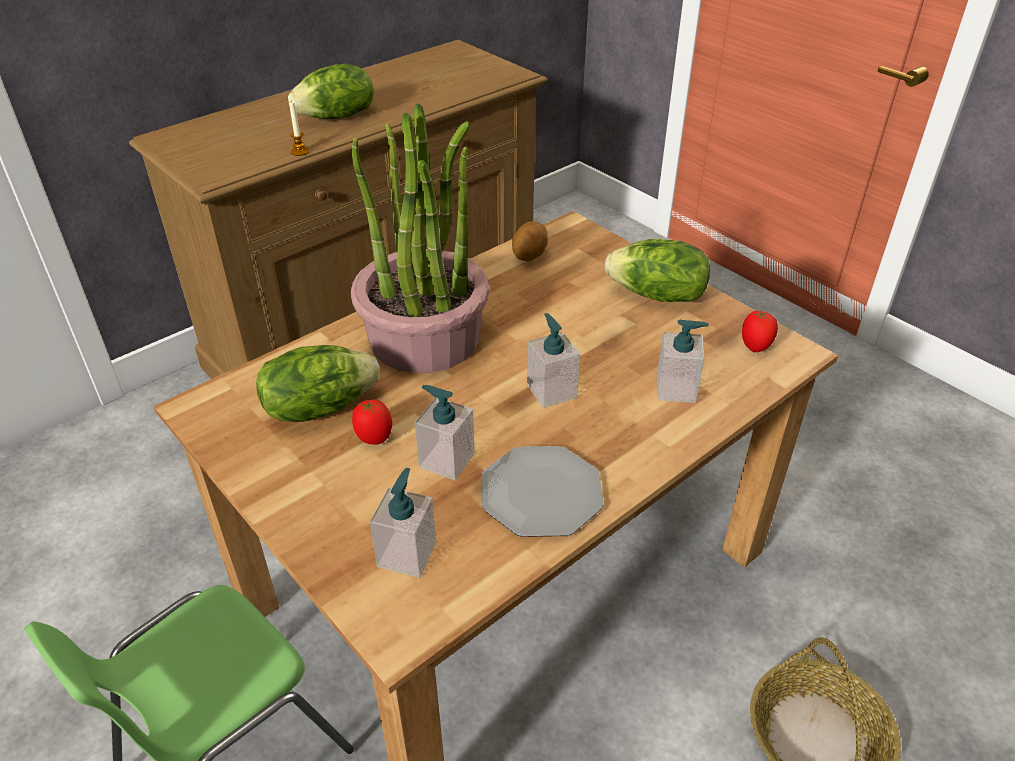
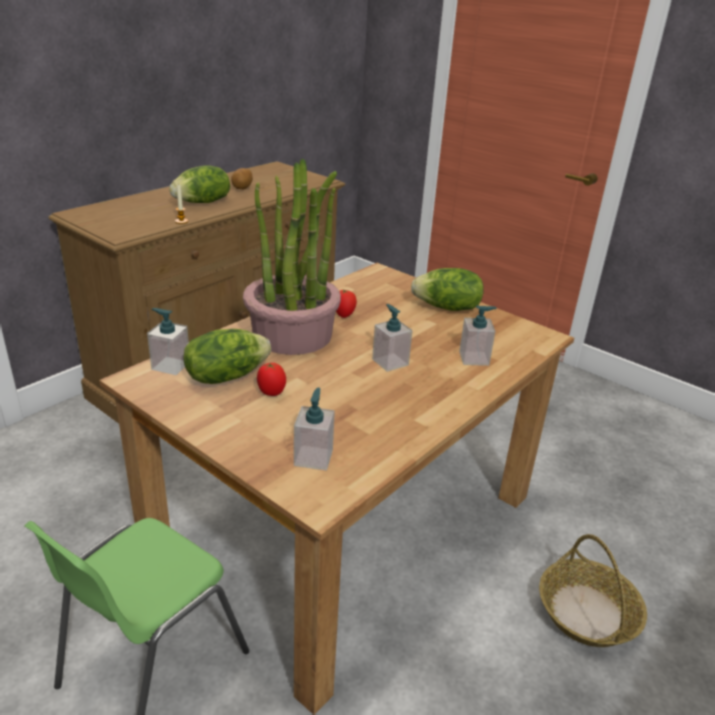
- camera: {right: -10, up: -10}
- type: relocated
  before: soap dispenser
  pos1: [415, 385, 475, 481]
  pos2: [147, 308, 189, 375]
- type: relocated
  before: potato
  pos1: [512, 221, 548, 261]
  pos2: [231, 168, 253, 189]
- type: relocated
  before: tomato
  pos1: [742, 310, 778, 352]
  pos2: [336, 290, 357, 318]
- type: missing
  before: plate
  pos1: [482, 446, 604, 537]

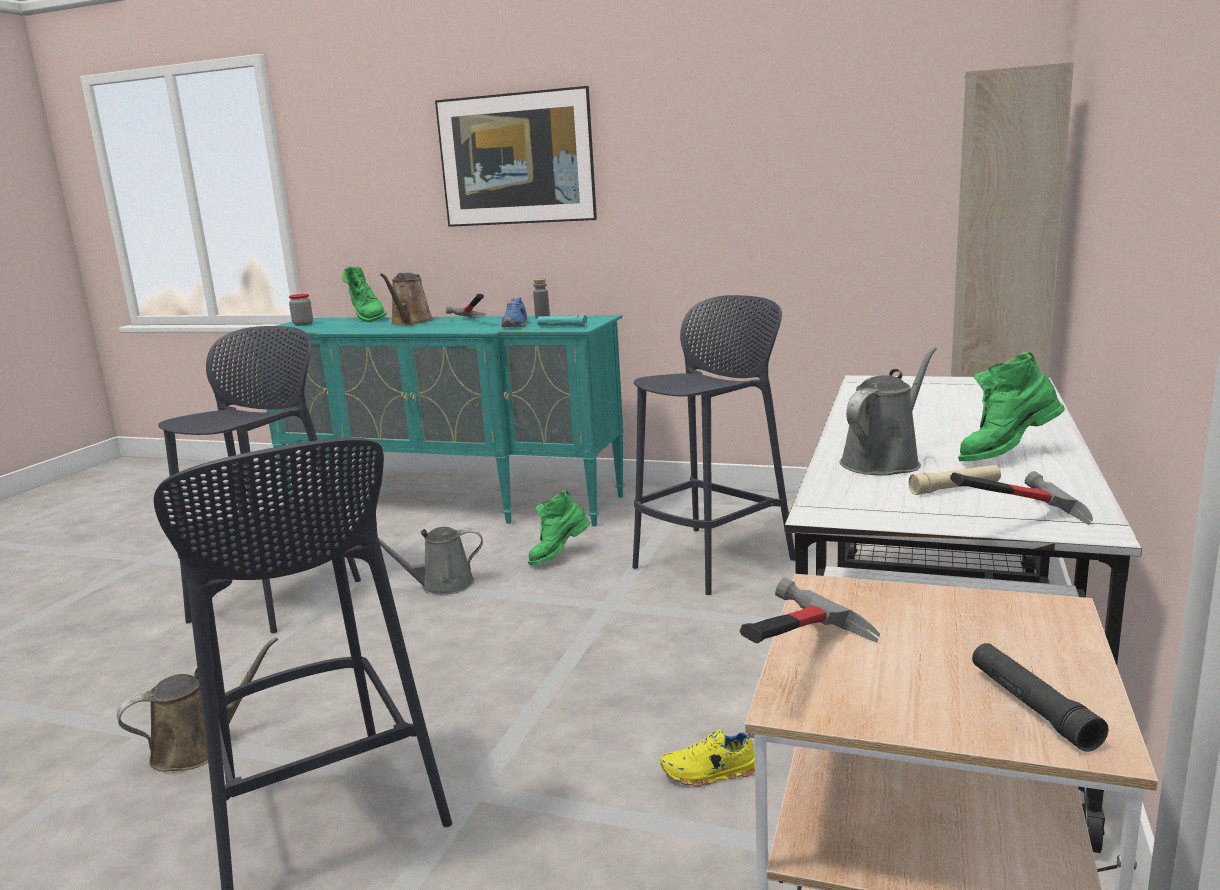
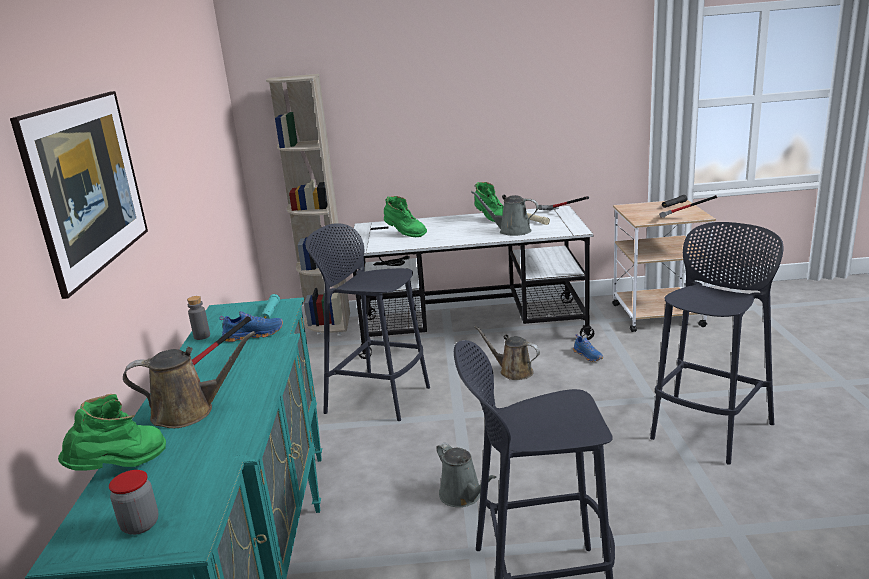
- camera: {right: -110, up: 5}
- type: relocated
  before: greenish high-top boot
  pos1: [528, 490, 591, 565]
  pos2: [384, 196, 427, 237]
- type: relocated
  before: brown watering pot
  pos1: [117, 637, 278, 772]
  pos2: [474, 326, 540, 380]
- type: colour
  before: yellow-coloured low shoe
  after: bluish low shoe
  pos1: [660, 729, 755, 787]
  pos2: [573, 334, 603, 362]

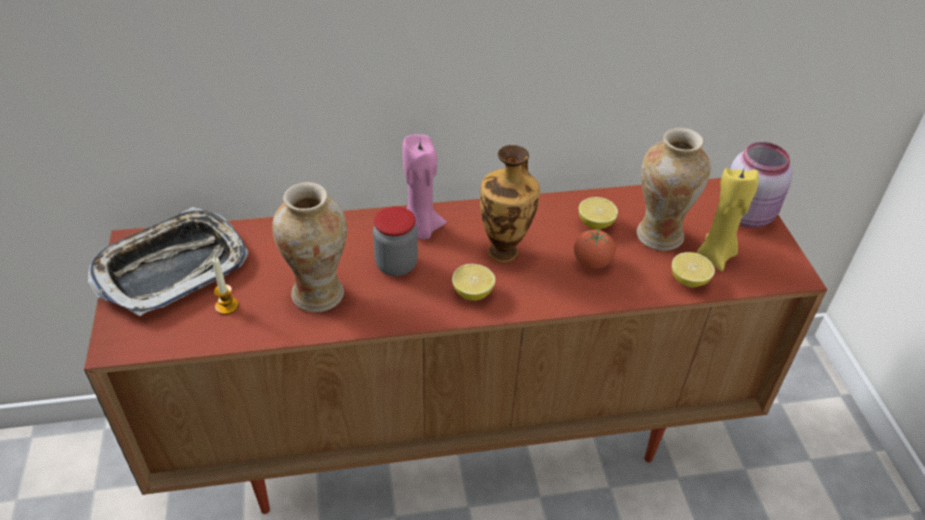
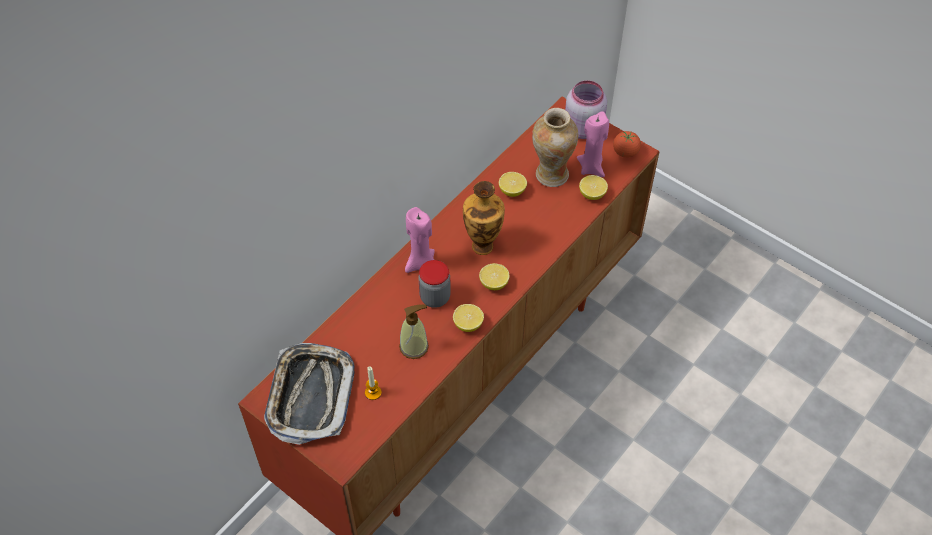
- camera: {right: -40, up: 10}
- type: exchanged
  before: flower vase
  after: soap dispenser
  pos1: [272, 182, 347, 312]
  pos2: [399, 304, 429, 359]
- type: appeared
  after: lemon
  pos2: [453, 304, 484, 332]
- type: colour
  before: yellow-coloured wax candle
  after: pink-coloured wax candle
  pos1: [696, 168, 759, 271]
  pos2: [577, 111, 609, 177]
- type: relocated
  before: tomato
  pos1: [574, 229, 616, 269]
  pos2: [613, 131, 641, 158]

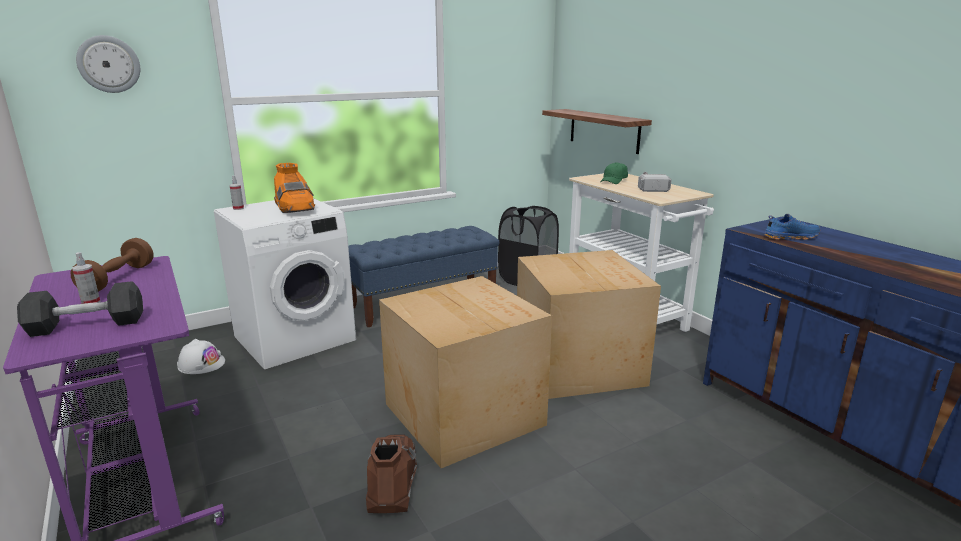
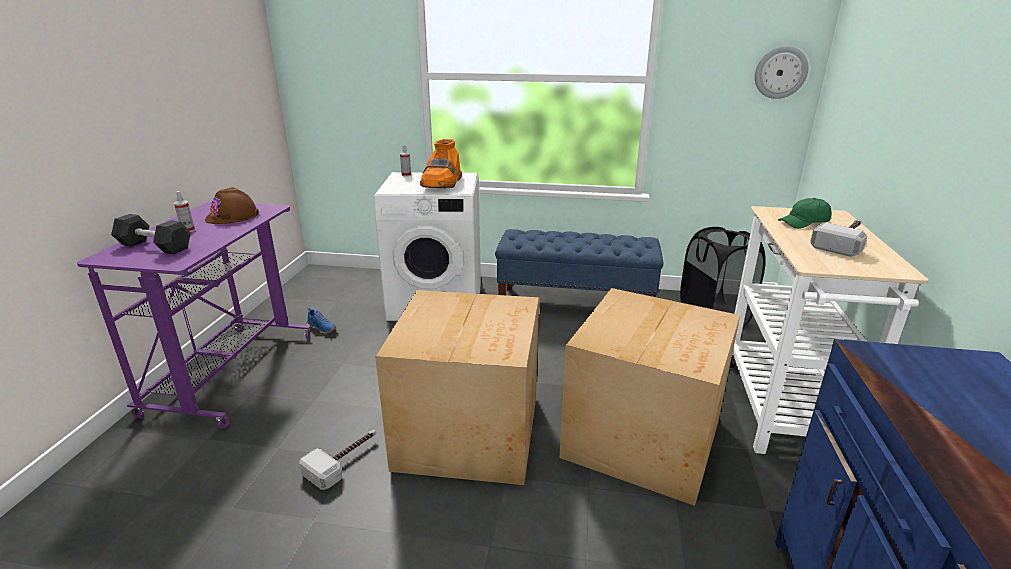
- camera: {right: 40, up: 5}
- type: exchanged
  before: brown dumbbell
  after: brown work helmet
  pos1: [70, 238, 153, 292]
  pos2: [205, 187, 259, 224]
- type: exchanged
  before: brown high-top boot
  after: hammer
  pos1: [366, 434, 417, 513]
  pos2: [299, 430, 376, 490]
- type: relocated
  before: bluish low shoe
  pos1: [764, 214, 820, 240]
  pos2: [307, 308, 337, 334]
- type: relocated
  before: clock on the wall
  pos1: [76, 35, 140, 93]
  pos2: [755, 46, 809, 99]
- type: missing
  before: white-coloured work helmet
  pos1: [177, 339, 225, 374]
- type: missing
  before: shelf
  pos1: [542, 109, 652, 154]

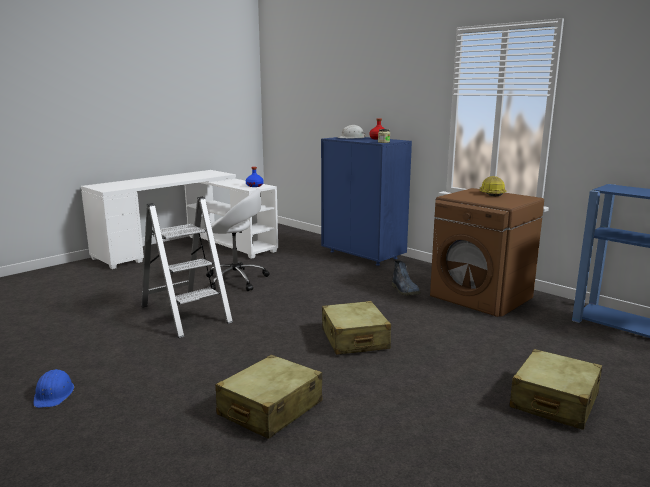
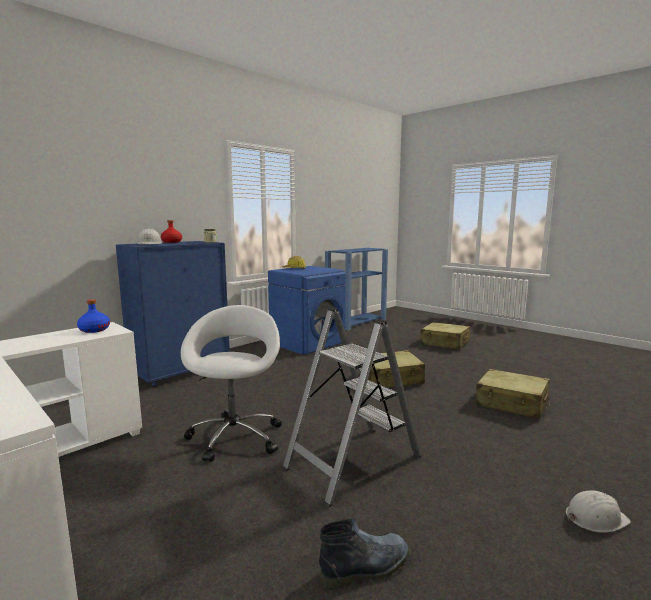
- camera: {right: -90, up: -5}
- type: colour
  before: brown washing machine
  after: bluish washing machine
  pos1: [430, 188, 544, 317]
  pos2: [268, 266, 346, 355]
- type: relocated
  before: high-top boot
  pos1: [392, 260, 421, 295]
  pos2: [319, 518, 411, 589]
- type: colour
  before: bluish work helmet
  after: white-coloured work helmet
  pos1: [34, 369, 74, 408]
  pos2: [566, 490, 631, 533]

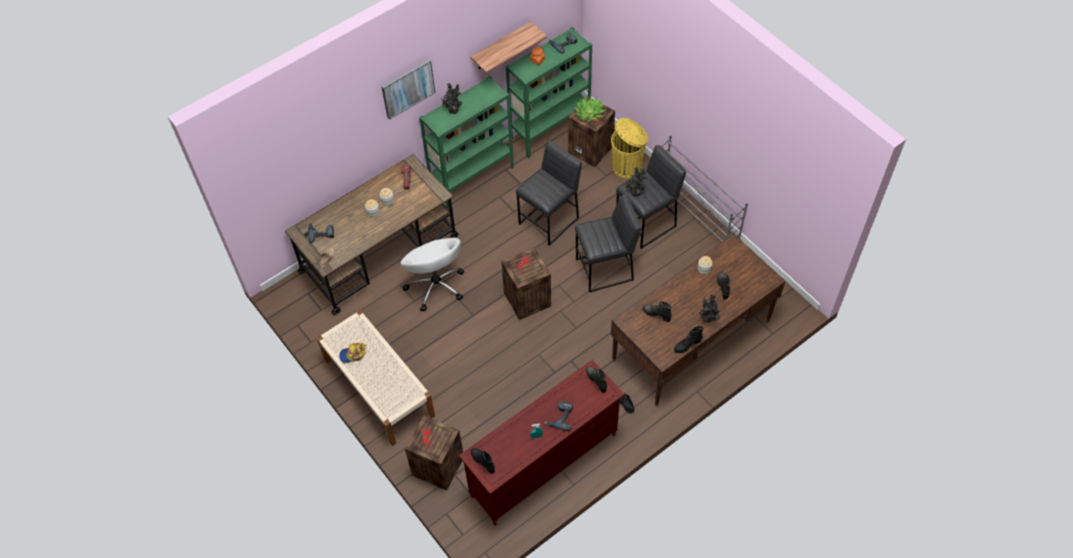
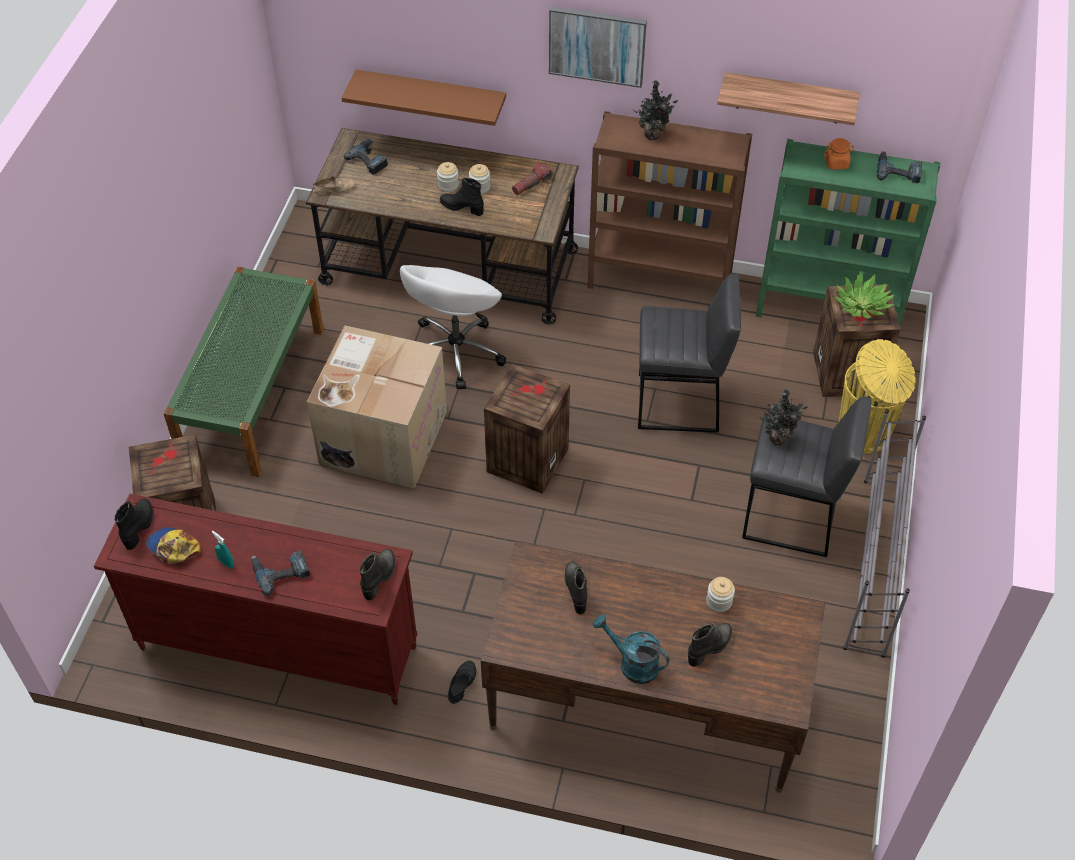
- camera: {right: 50, up: -5}
- type: relocated
  before: baseball cap
  pos1: [339, 343, 366, 363]
  pos2: [146, 527, 201, 563]
- type: colour
  before: beige-coloured bench
  after: greenish bench
  pos1: [317, 310, 435, 446]
  pos2: [163, 267, 324, 477]
- type: appeared
  after: carton
  pos2: [307, 326, 447, 489]
- type: appeared
  after: brown shelf
  pos2: [342, 69, 506, 126]
- type: relocated
  before: black high-top boot
  pos1: [674, 326, 703, 353]
  pos2: [440, 178, 484, 216]
- type: colour
  before: greenish shelving unit
  after: brown shelving unit
  pos1: [419, 76, 514, 209]
  pos2: [587, 111, 752, 289]
- type: exchanged
  before: potted plant
  after: turquoise watering pot
  pos1: [699, 294, 721, 322]
  pos2: [593, 614, 670, 684]
- type: missing
  before: grey stool seat
  pos1: [575, 194, 641, 292]

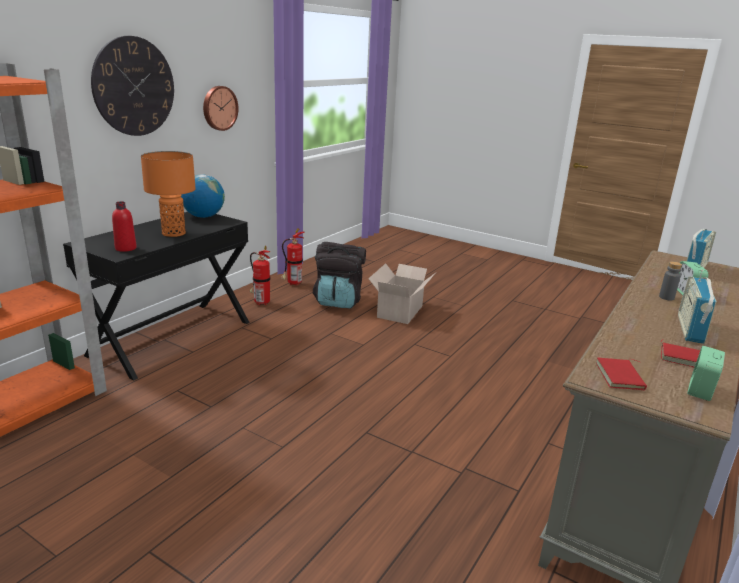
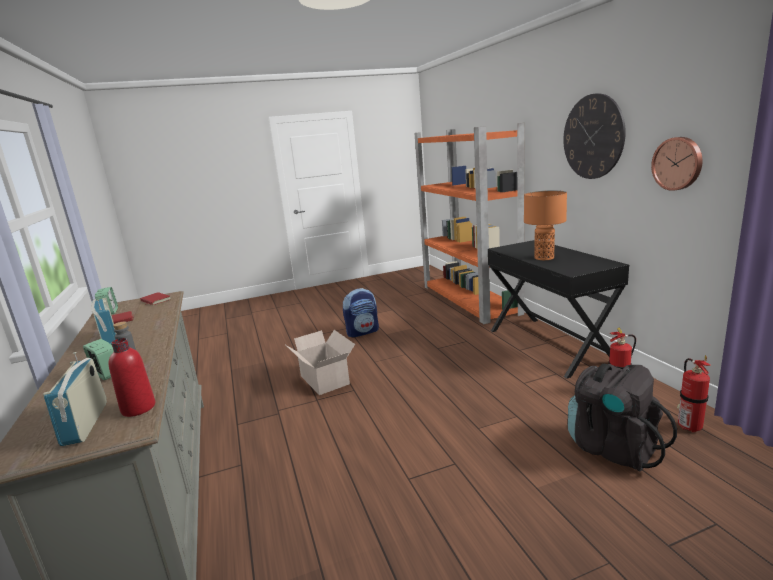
- camera: {right: 130, up: -5}
- type: relocated
  before: reddish drink bottle
  pos1: [112, 201, 137, 252]
  pos2: [109, 338, 155, 417]
- type: relocated
  before: carton
  pos1: [368, 263, 435, 324]
  pos2: [286, 330, 355, 395]
- type: appeared
  after: backpack
  pos2: [343, 288, 379, 337]
- type: missing
  before: desk globe
  pos1: [181, 174, 225, 218]

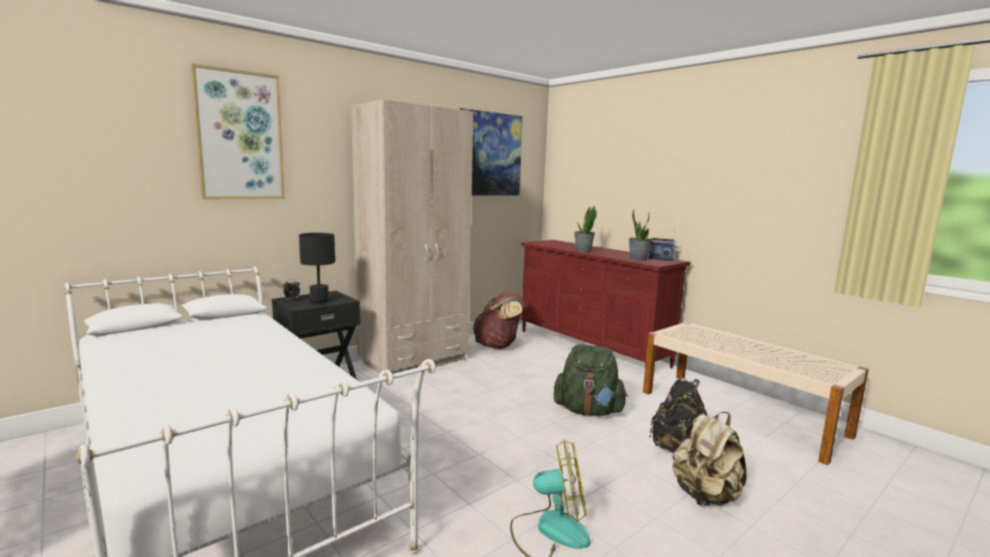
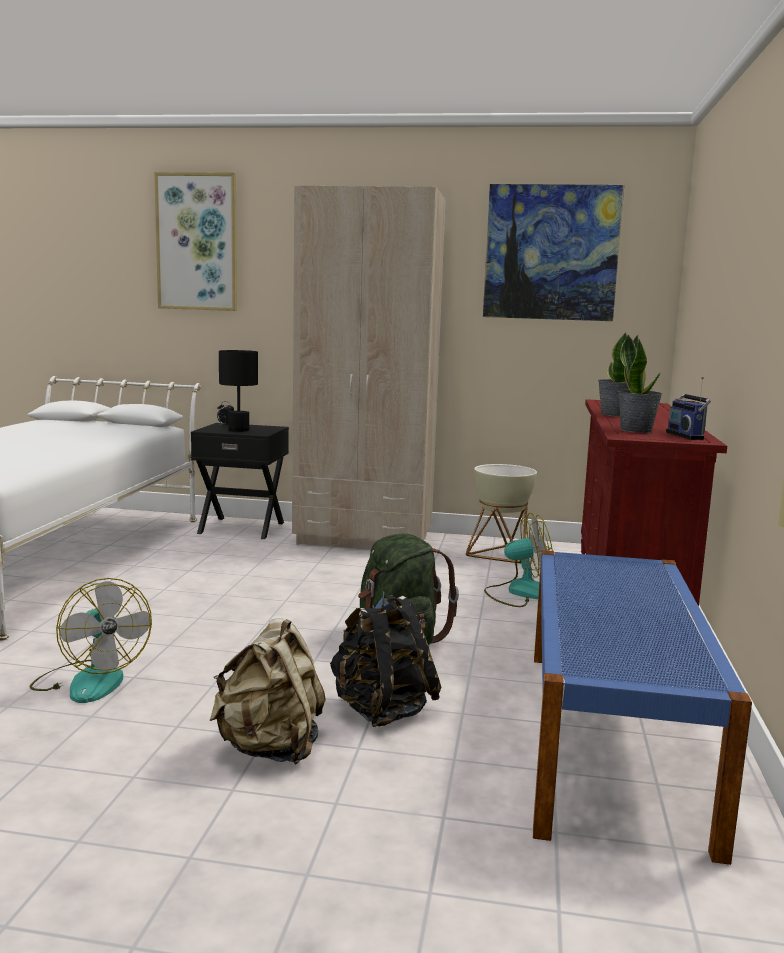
- camera: {right: 50, up: 0}
- type: exchanged
  before: brown backpack
  after: planter
  pos1: [473, 291, 525, 349]
  pos2: [466, 464, 537, 563]
- type: appeared
  after: fan
  pos2: [484, 513, 553, 607]
- type: colour
  before: beige-coloured bench
  after: bluish bench
  pos1: [643, 322, 869, 465]
  pos2: [533, 550, 752, 865]

